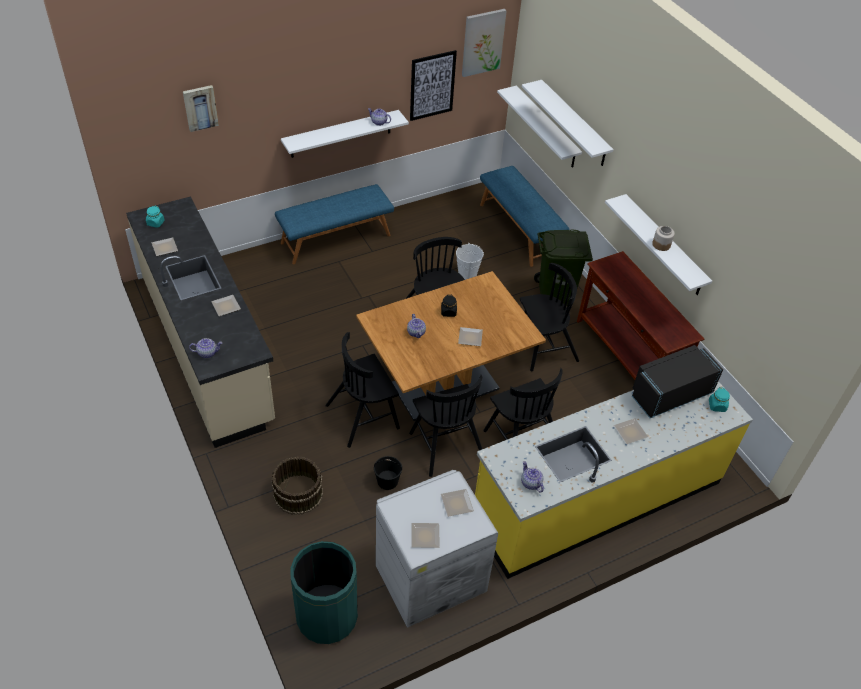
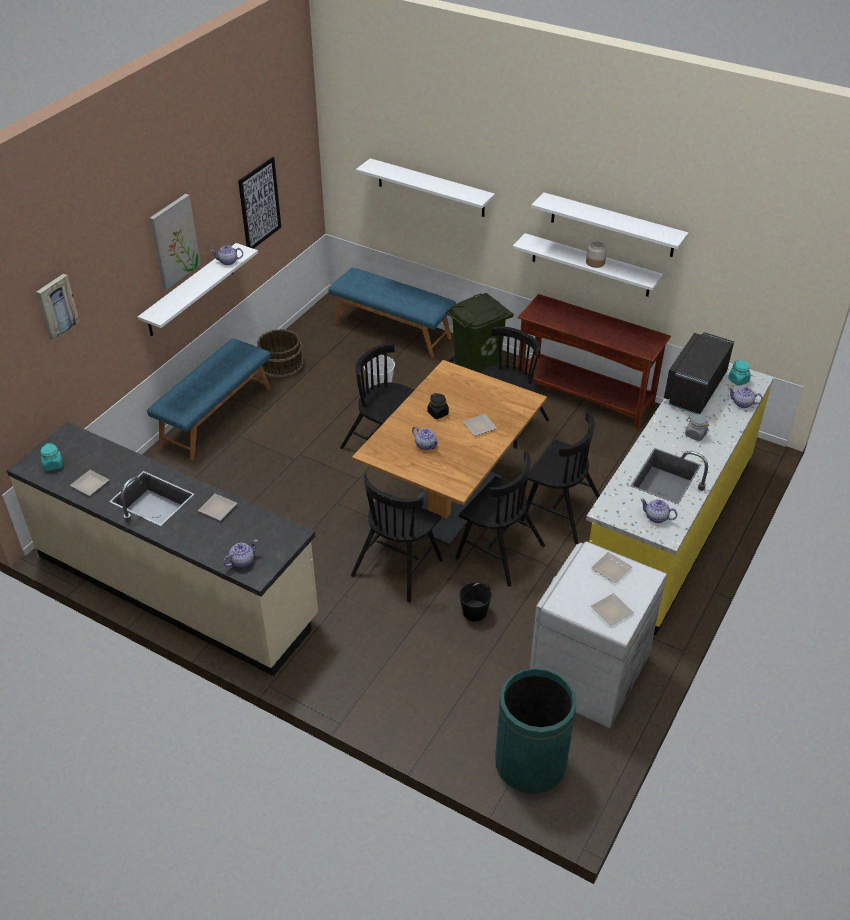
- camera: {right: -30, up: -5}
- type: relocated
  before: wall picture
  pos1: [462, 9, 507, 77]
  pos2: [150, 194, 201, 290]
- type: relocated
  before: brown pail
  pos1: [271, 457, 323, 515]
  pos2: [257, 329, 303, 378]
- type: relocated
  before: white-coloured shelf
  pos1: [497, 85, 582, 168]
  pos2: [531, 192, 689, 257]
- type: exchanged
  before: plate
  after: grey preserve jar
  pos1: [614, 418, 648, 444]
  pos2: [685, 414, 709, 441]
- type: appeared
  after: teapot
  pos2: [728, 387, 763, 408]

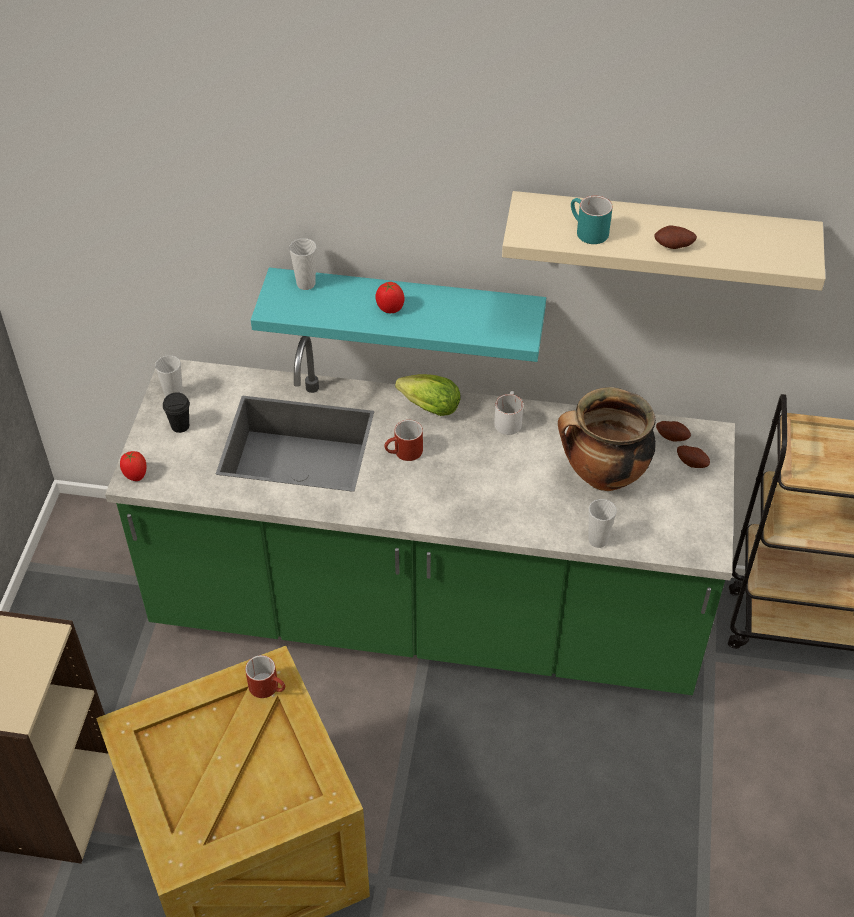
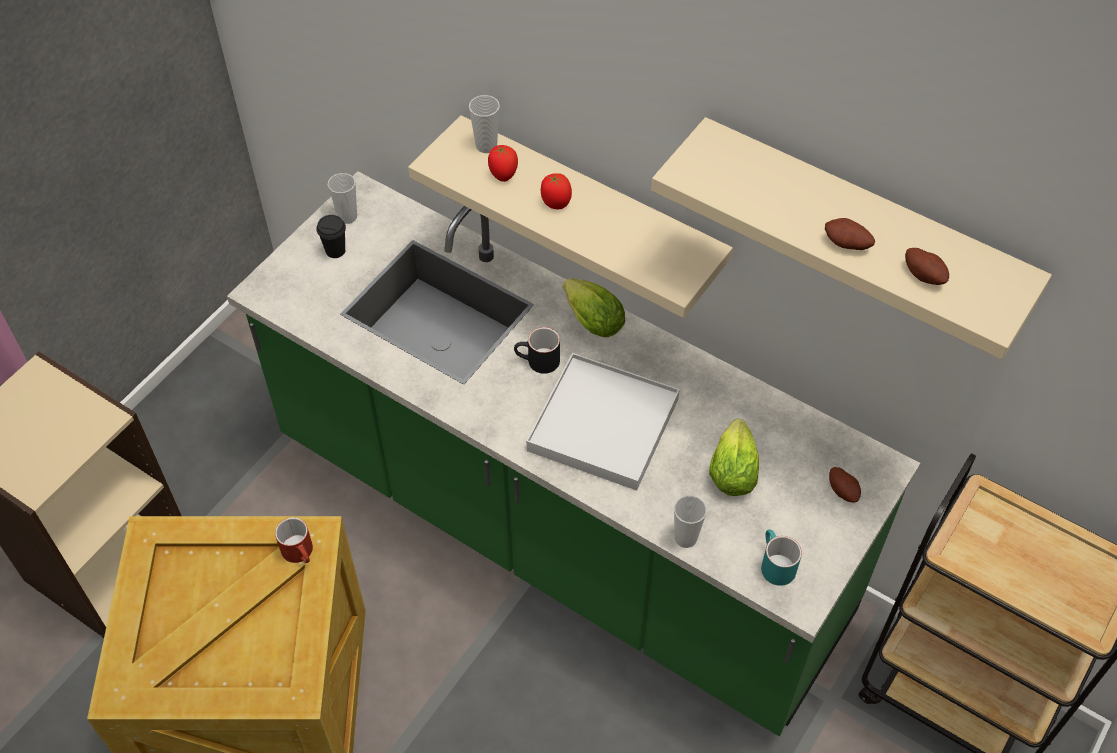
- camera: {right: 25, up: 5}
- type: colour
  before: turquoise shelf
  after: beige-coloured shelf
  pos1: [251, 268, 546, 362]
  pos2: [408, 115, 733, 318]
- type: relocated
  before: tomato
  pos1: [120, 451, 147, 481]
  pos2: [488, 145, 518, 182]
- type: colour
  before: reddish coffee mug
  after: black coffee mug
  pos1: [384, 420, 423, 461]
  pos2: [514, 327, 560, 374]
- type: appeared
  after: white-coloured tray
  pos2: [526, 353, 680, 491]
- type: exchanged
  before: cooking pot
  after: lettuce head
  pos1: [558, 387, 656, 491]
  pos2: [709, 419, 759, 496]
- type: relocated
  before: turquoise coffee mug
  pos1: [571, 196, 613, 244]
  pos2: [761, 529, 802, 586]
- type: relocated
  before: potato
  pos1: [656, 421, 691, 441]
  pos2: [905, 248, 949, 285]
- type: missing
  before: white-coloured coffee mug
  pos1: [494, 391, 523, 435]

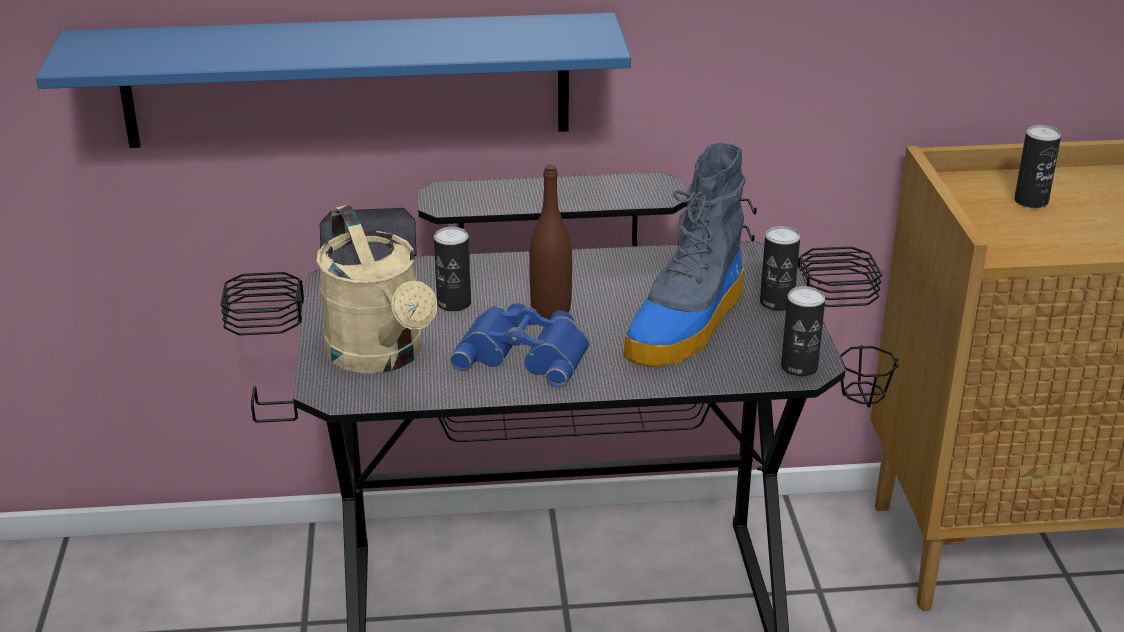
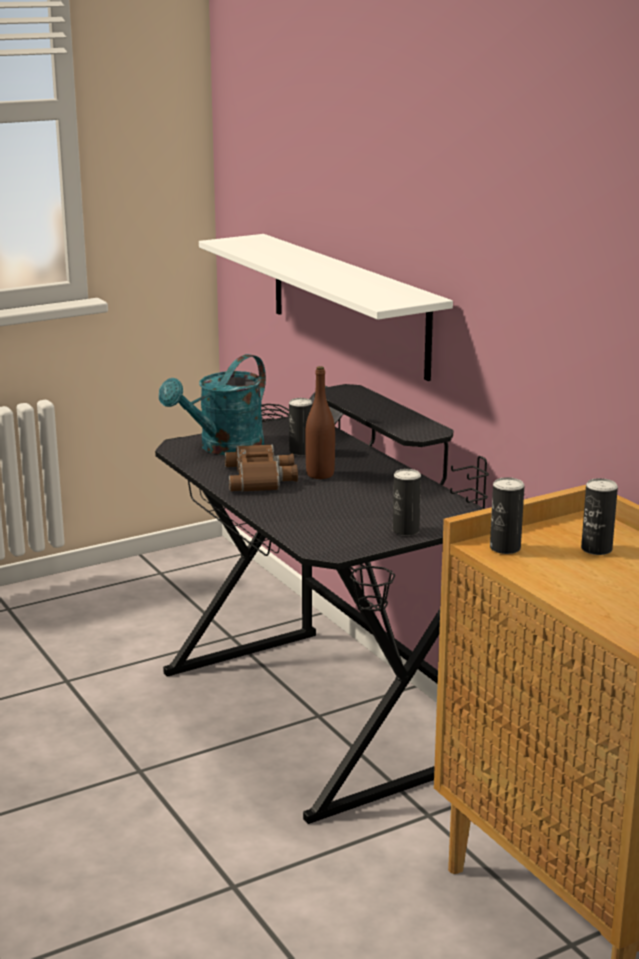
- camera: {right: 65, up: -10}
- type: colour
  before: beige-coloured watering pot
  after: turquoise watering pot
  pos1: [316, 205, 437, 373]
  pos2: [159, 354, 266, 455]
- type: colour
  before: bluish shelf
  after: white-coloured shelf
  pos1: [36, 13, 631, 148]
  pos2: [199, 234, 453, 381]
- type: colour
  before: bluish binoculars
  after: brown binoculars
  pos1: [450, 303, 590, 388]
  pos2: [225, 444, 298, 492]
- type: relocated
  before: metal can
  pos1: [781, 286, 825, 377]
  pos2: [490, 477, 524, 554]
- type: missing
  before: high-top boot
  pos1: [623, 143, 746, 368]

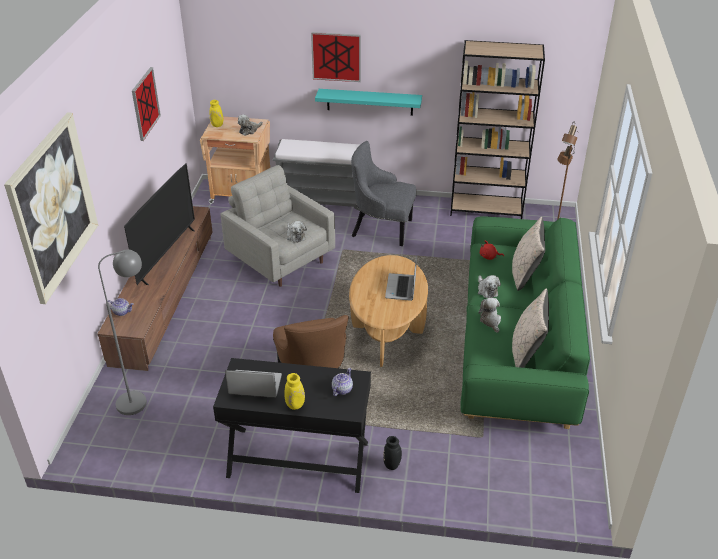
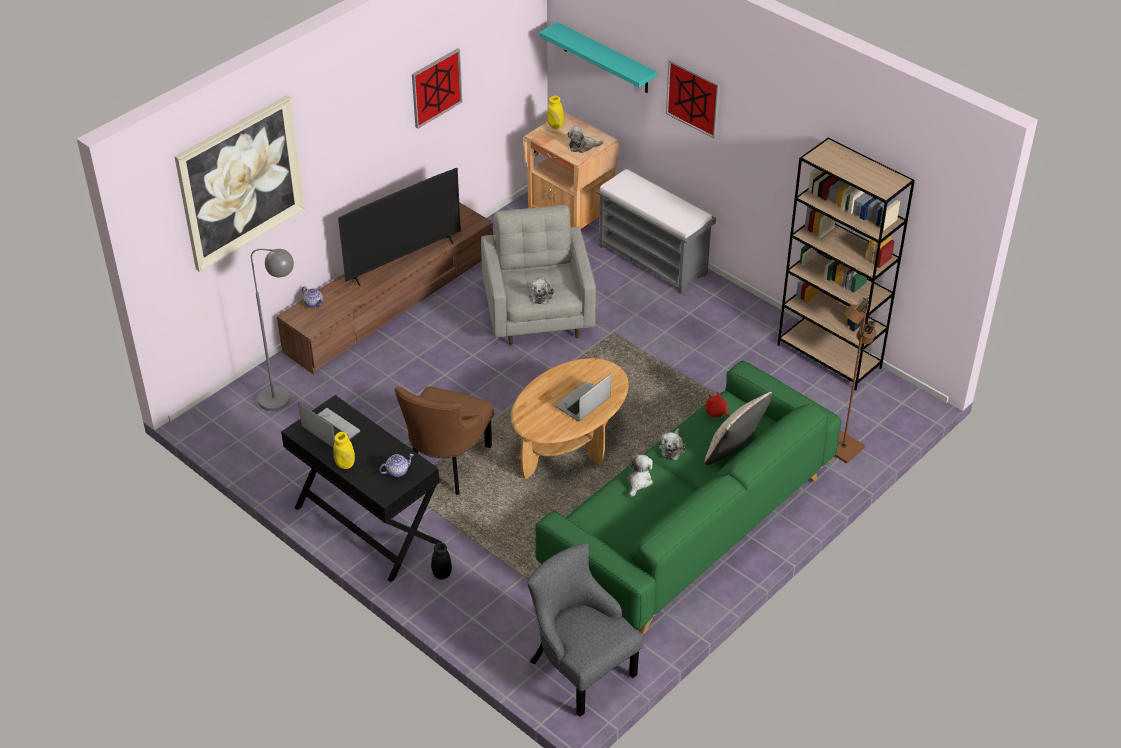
- camera: {right: 35, up: 5}
- type: relocated
  before: grey easy chair
  pos1: [351, 141, 416, 246]
  pos2: [527, 543, 643, 717]
- type: relocated
  before: turquoise shelf
  pos1: [315, 89, 422, 116]
  pos2: [539, 22, 657, 93]
- type: missing
  before: beige-coloured cushion
  pos1: [512, 289, 549, 368]

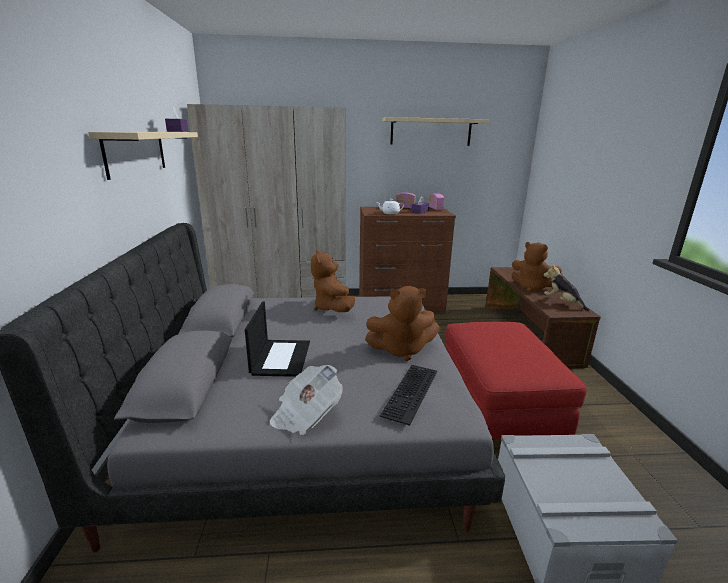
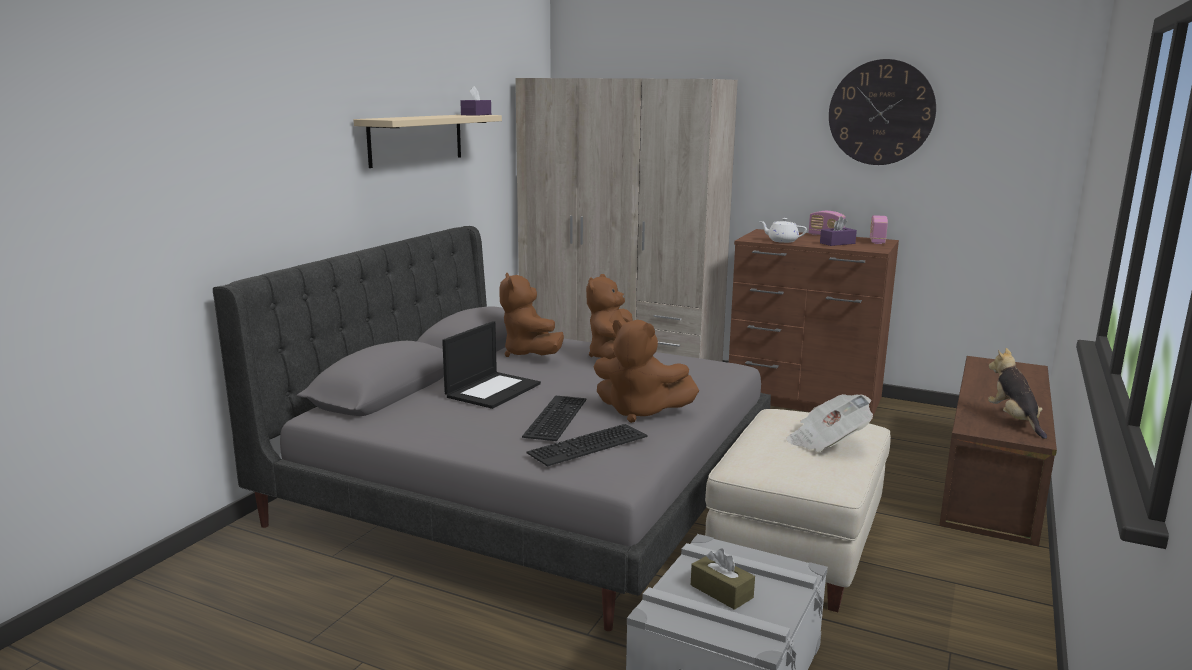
- camera: {right: 30, up: -5}
- type: relocated
  before: brown plush toy
  pos1: [512, 242, 563, 292]
  pos2: [500, 273, 564, 357]
- type: appeared
  after: PC keyboard
  pos2: [522, 395, 586, 441]
- type: appeared
  after: brown tissue box
  pos2: [691, 548, 755, 610]
- type: colour
  before: reddish footrest
  after: beige-coloured footrest
  pos1: [445, 322, 587, 442]
  pos2: [705, 409, 891, 612]
- type: relocated
  before: daily paper
  pos1: [270, 365, 343, 435]
  pos2: [786, 394, 873, 452]
- type: exchanged
  before: beige-coloured shelf
  after: clock on the wall
  pos1: [382, 117, 489, 146]
  pos2: [829, 59, 936, 165]

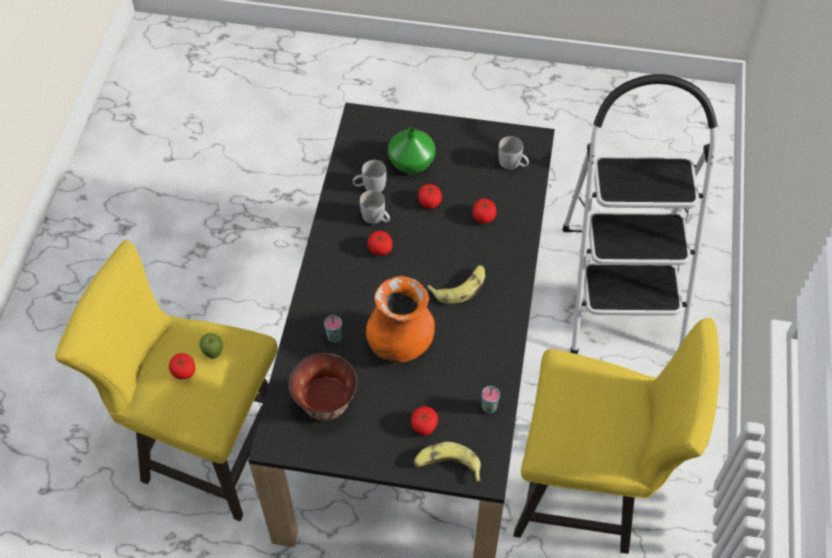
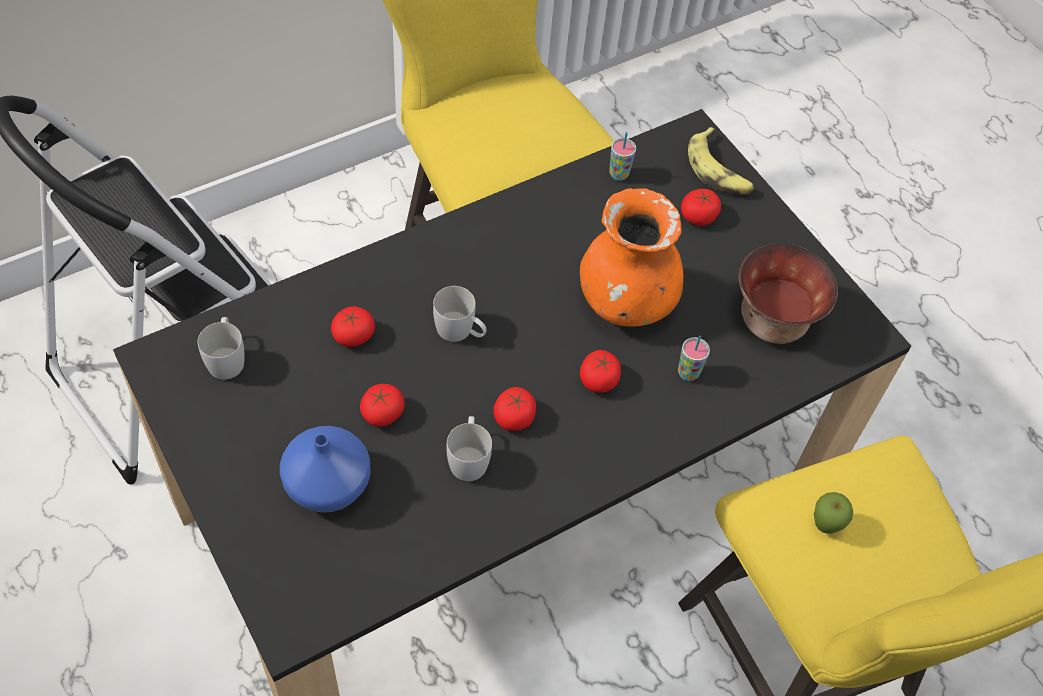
- camera: {right: -135, up: 0}
- type: colour
  before: greenish flower vase
  after: bluish flower vase
  pos1: [388, 127, 435, 174]
  pos2: [280, 426, 371, 513]
- type: relocated
  before: white-coloured coffee mug
  pos1: [353, 160, 387, 192]
  pos2: [433, 286, 487, 342]
- type: relocated
  before: tomato
  pos1: [169, 353, 195, 379]
  pos2: [580, 350, 621, 393]
- type: missing
  before: banana fruit
  pos1: [427, 265, 485, 304]

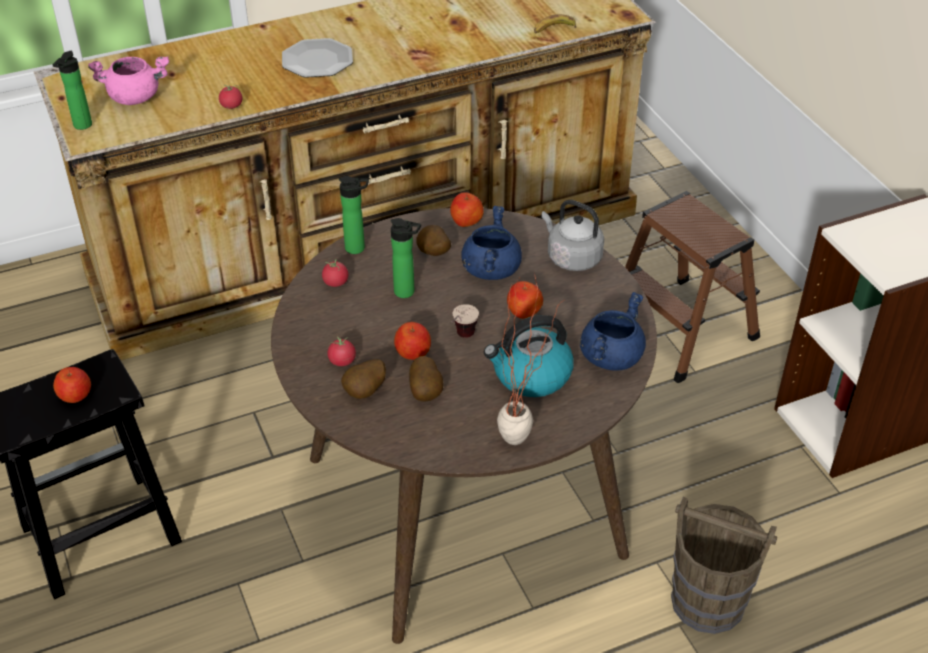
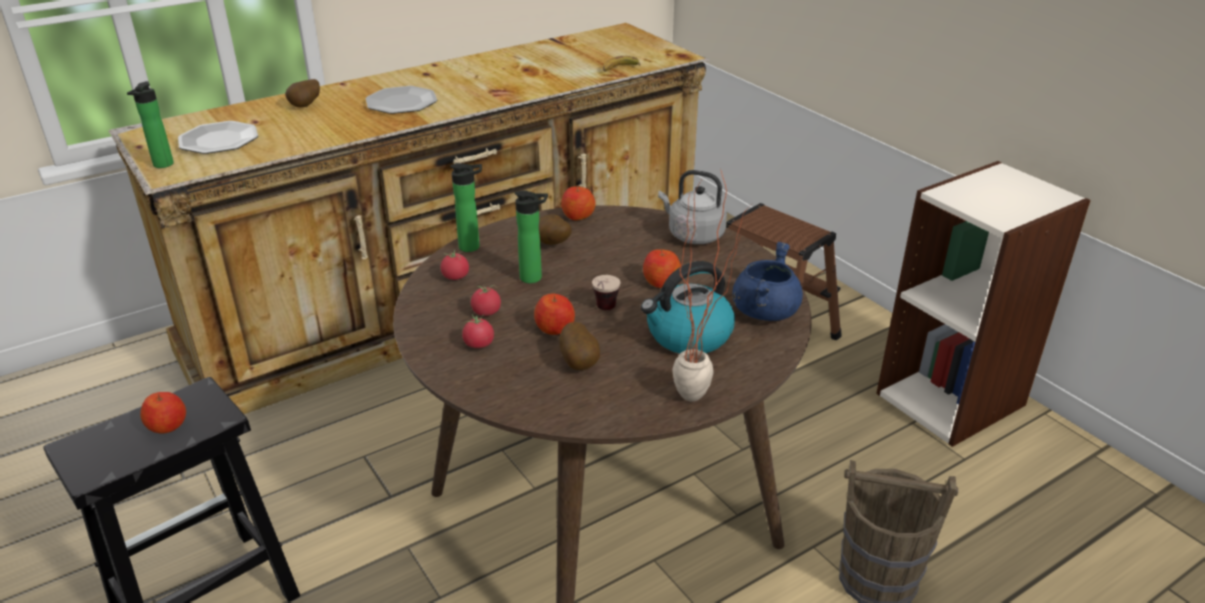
- camera: {right: -10, up: -10}
- type: exchanged
  before: pink-coloured cooking pot
  after: plate
  pos1: [88, 56, 169, 105]
  pos2: [178, 121, 258, 154]
- type: relocated
  before: potato
  pos1: [341, 359, 386, 399]
  pos2: [285, 79, 320, 107]
- type: relocated
  before: tomato
  pos1: [219, 85, 242, 109]
  pos2: [471, 285, 501, 316]
- type: missing
  before: bluish cooking pot
  pos1: [461, 206, 522, 280]

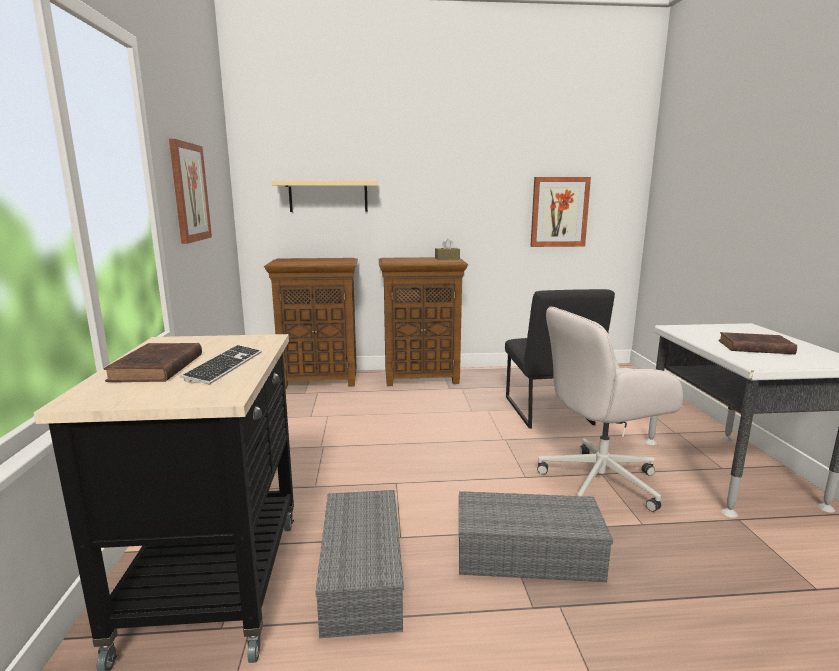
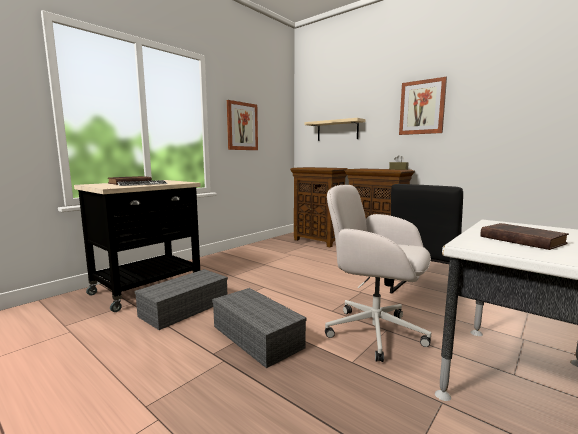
- camera: {right: 45, up: -5}
- type: relocated
  before: wall picture
  pos1: [530, 177, 591, 247]
  pos2: [399, 77, 447, 135]

